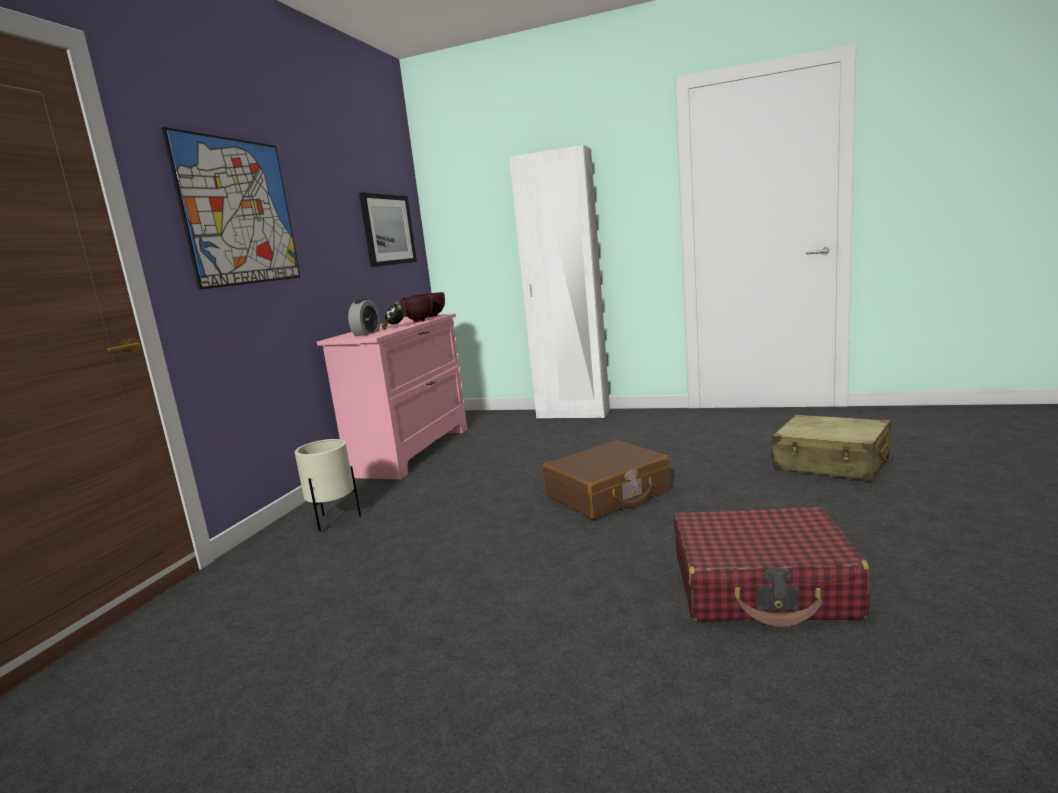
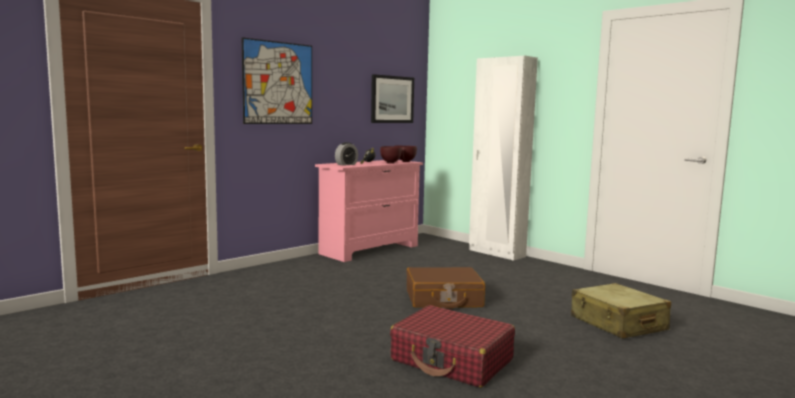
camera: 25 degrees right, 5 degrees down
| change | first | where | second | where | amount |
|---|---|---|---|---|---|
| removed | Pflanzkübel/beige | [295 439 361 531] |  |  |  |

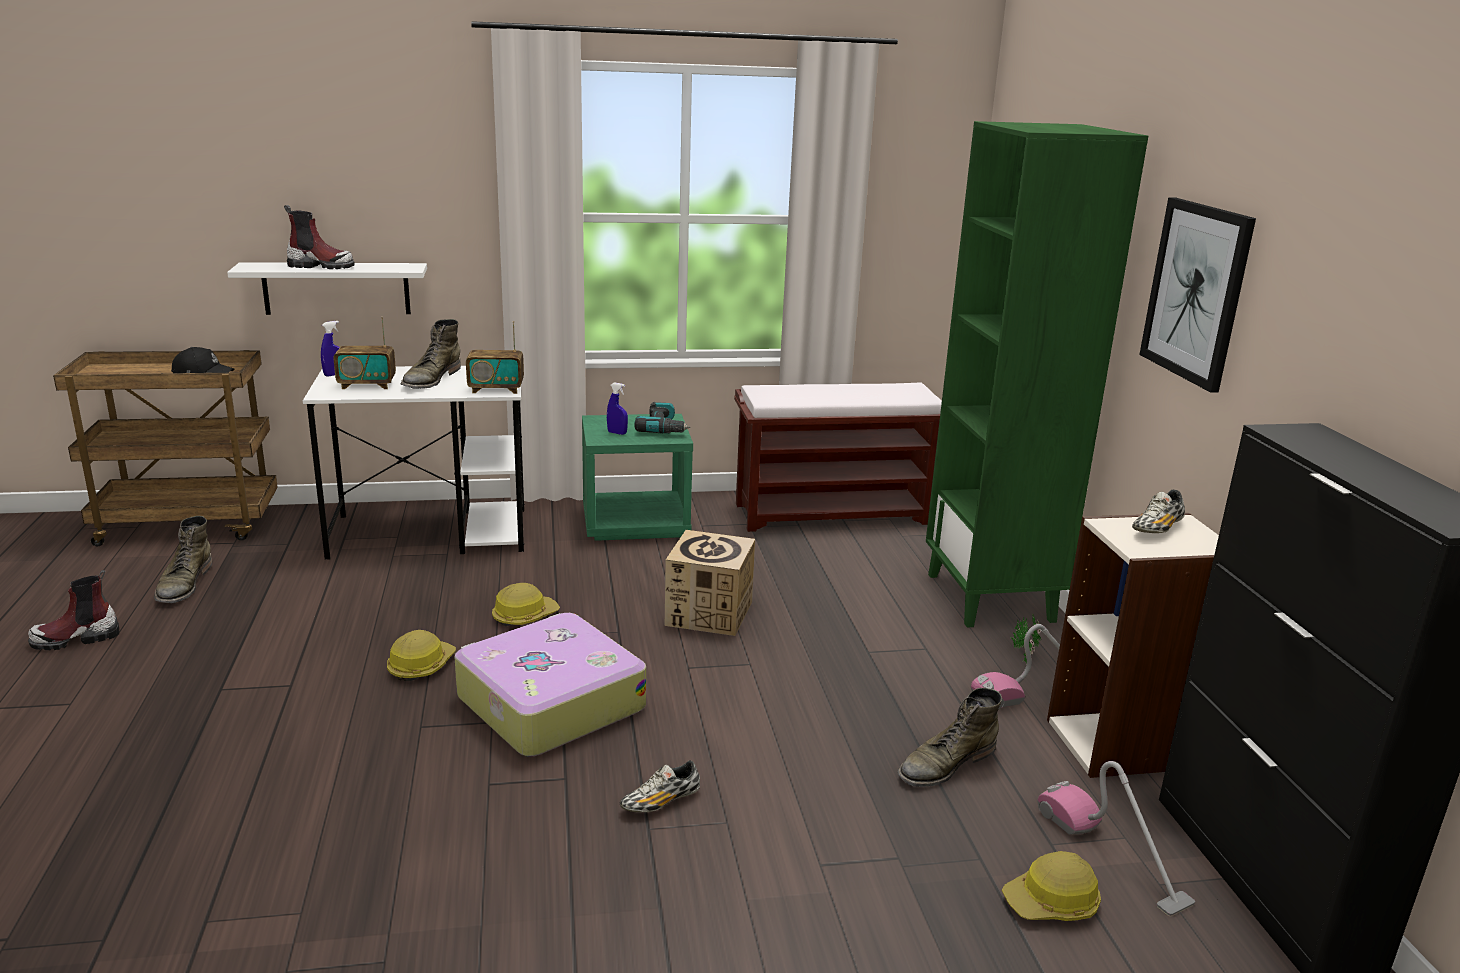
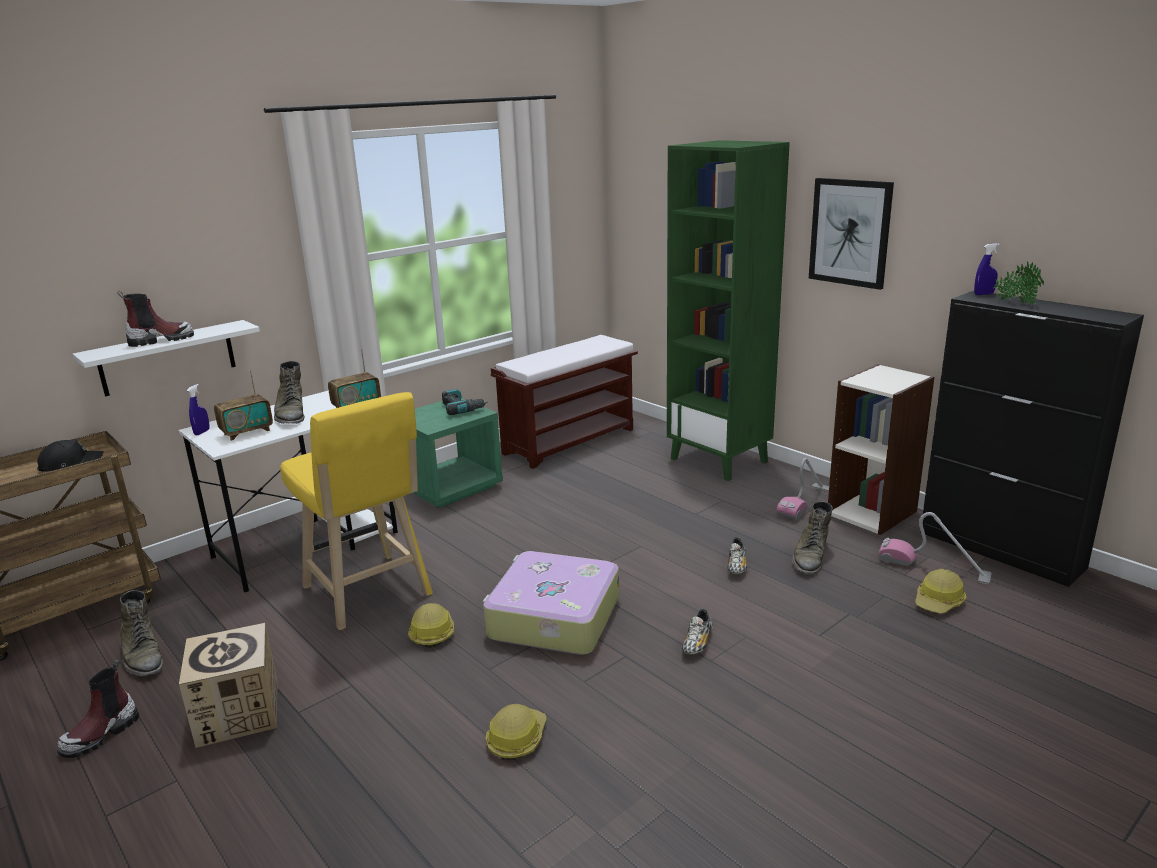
camera: 30 degrees left, 0 degrees up
| change | first | where | second | where | amount |
|---|---|---|---|---|---|
| moved | Karton | [665 530 755 636] |  | [179 623 278 748] |  |
| added |  |  | Hocker/gelb | [280 392 433 630] |  |
| moved | Schutzhelm | [492 583 560 626] |  | [486 704 547 760] |  |
| moved | Schuh | [1132 490 1185 533] |  | [728 537 747 575] |  |
| moved | Sprühflasche/blau | [607 383 628 435] |  | [974 243 1000 295] |  |
| moved | Topfpflanze | [1010 614 1041 664] |  | [994 262 1044 305] |  |

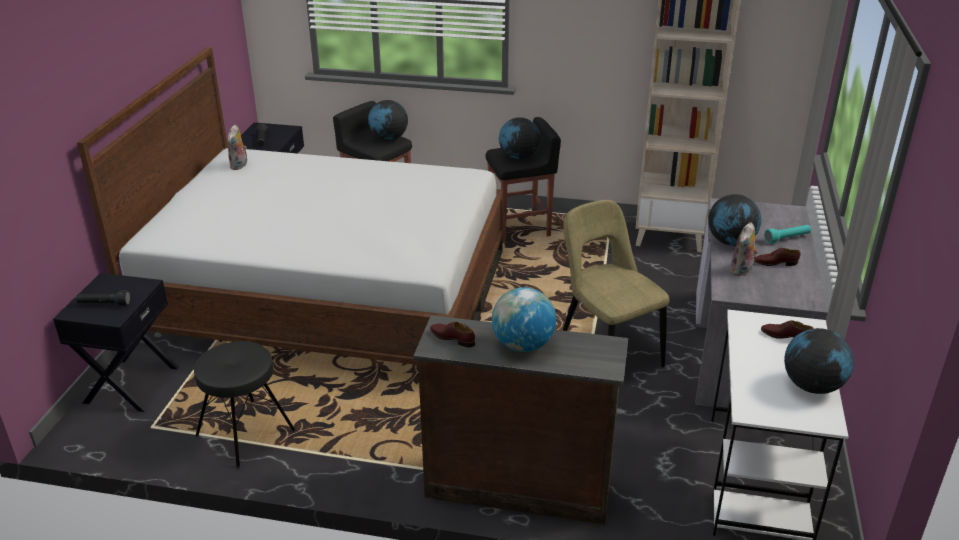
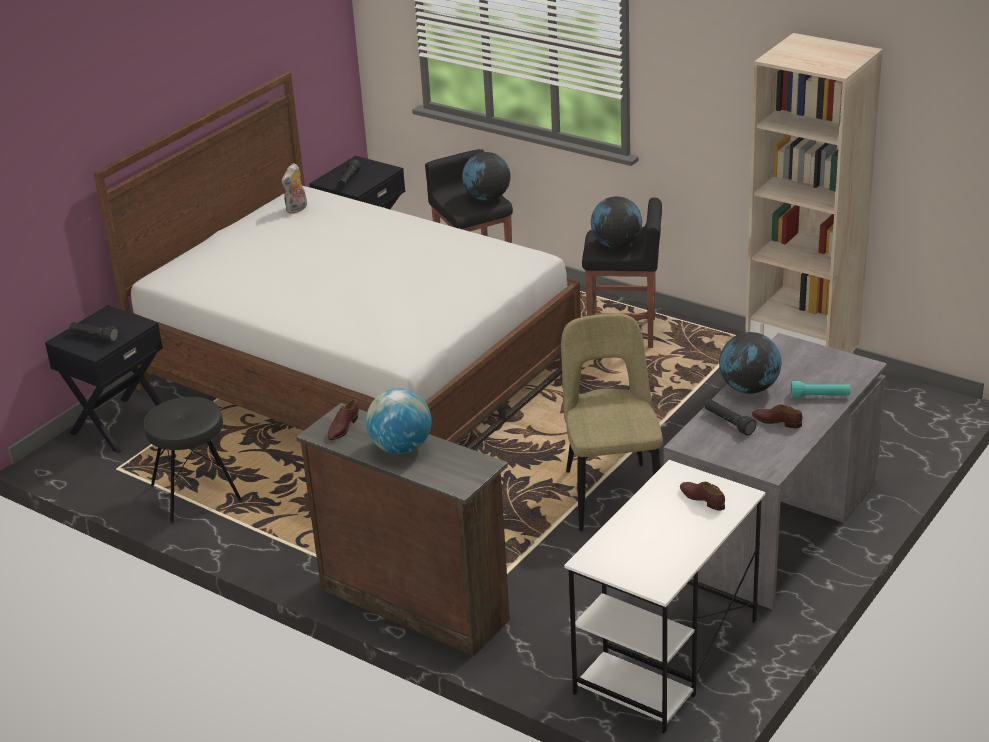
camera: 25 degrees right, 0 degrees up
| change | first | where | second | where | amount |
|---|---|---|---|---|---|
| turned | Schuh/braun | [430 321 475 347] |  | [328 399 359 440] | 120 degrees counterclockwise |
| replaced | Plüschtier | [730 222 758 276] | Taschenlampe/schwarz | [704 399 756 436] |  |
| removed | Globus | [784 328 854 394] |  |  |  |

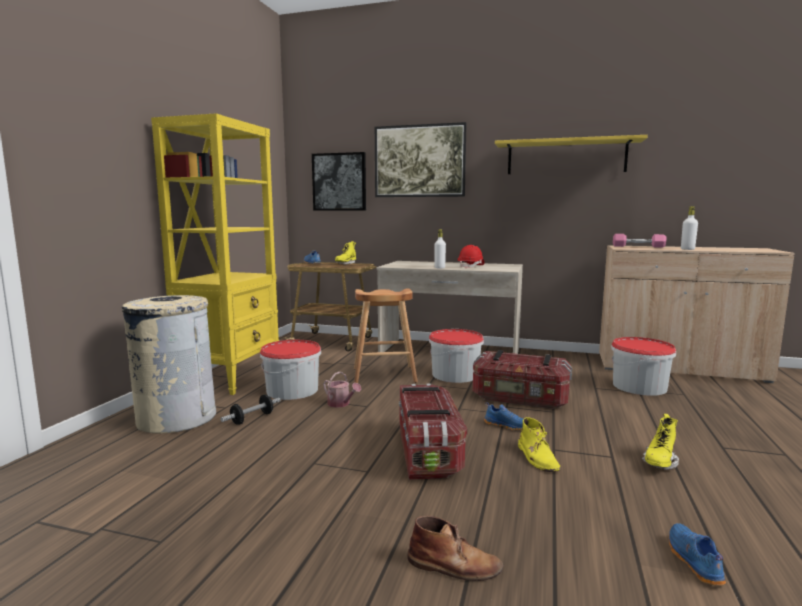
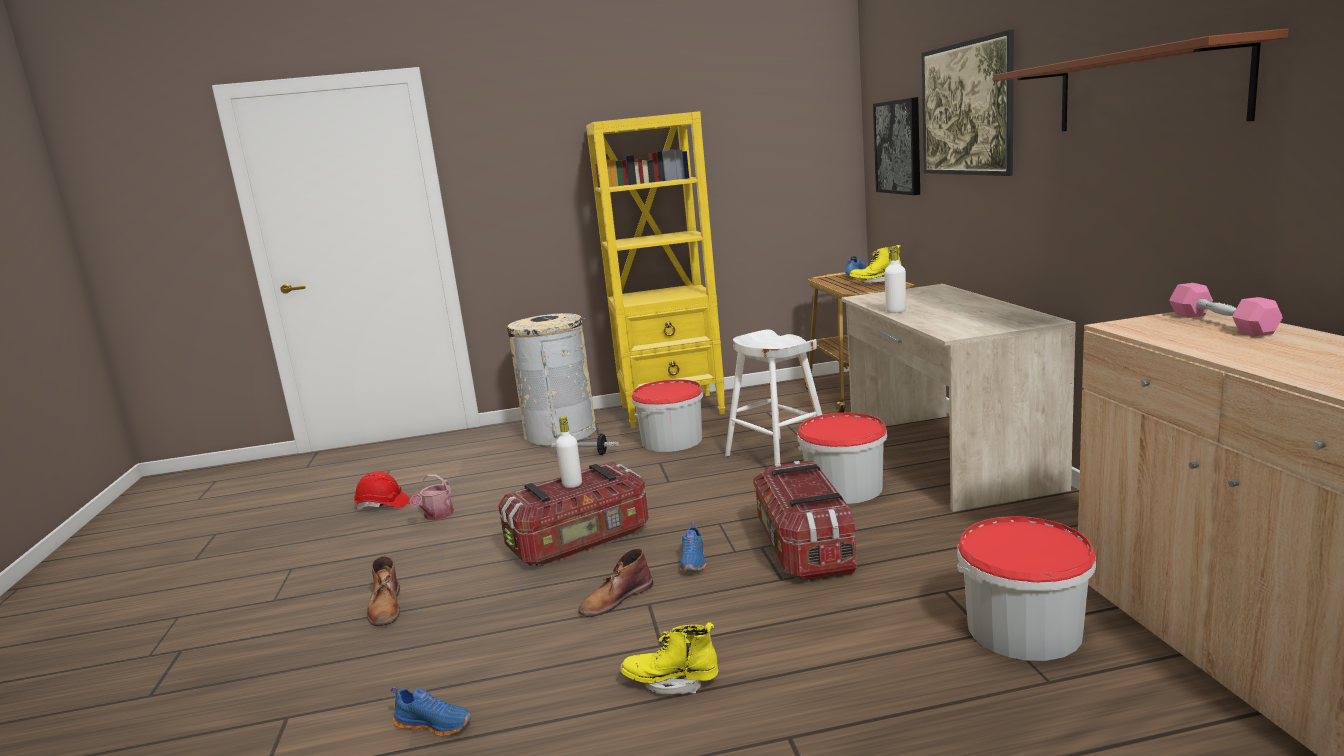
camera: 65 degrees right, 5 degrees up
| change | first | where | second | where | amount |
|---|---|---|---|---|---|
| moved | Schutzhelm/rot | [458 245 485 269] |  | [354 471 410 510] |  |
| turned | Schuh/blau | [668 523 726 586] |  | [391 686 472 736] | 45 degrees clockwise |
| moved | Gießkanne | [323 371 361 408] |  | [410 475 454 520] |  |
| moved | Flasche/weiß | [681 206 698 250] |  | [556 416 582 488] |  |
| recoloured | Stiefel/gelb | [518 417 561 472] | Stiefel/braun | [578 548 653 617] |  |
| recoloured | Hocker/braun | [354 288 418 383] | Hocker/weiß | [725 329 822 464] |  |
| recoloured | Wandregal/gelb | [495 135 648 174] | Wandregal/braun | [993 28 1289 131] |  |

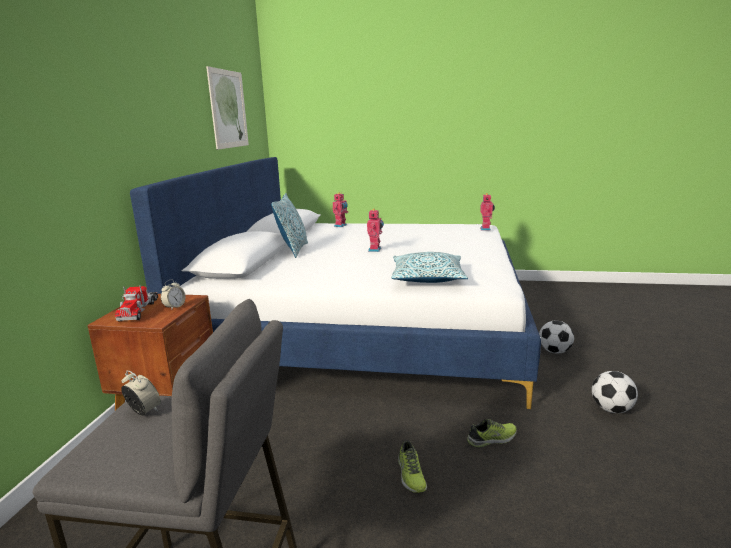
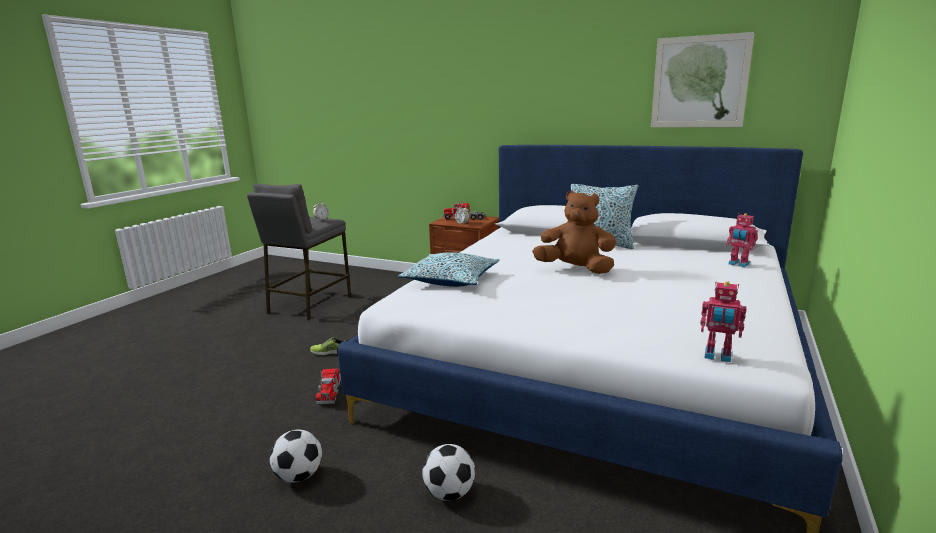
camera: 105 degrees right, 0 degrees up
| change | first | where | second | where | amount |
|---|---|---|---|---|---|
| replaced | Schuh | [467 419 517 448] | Spielzeuglaster | [316 369 341 404] |  |
| replaced | Spielzeugroboter | [367 208 384 252] | Plüschtier/braun | [532 190 617 274] |  |

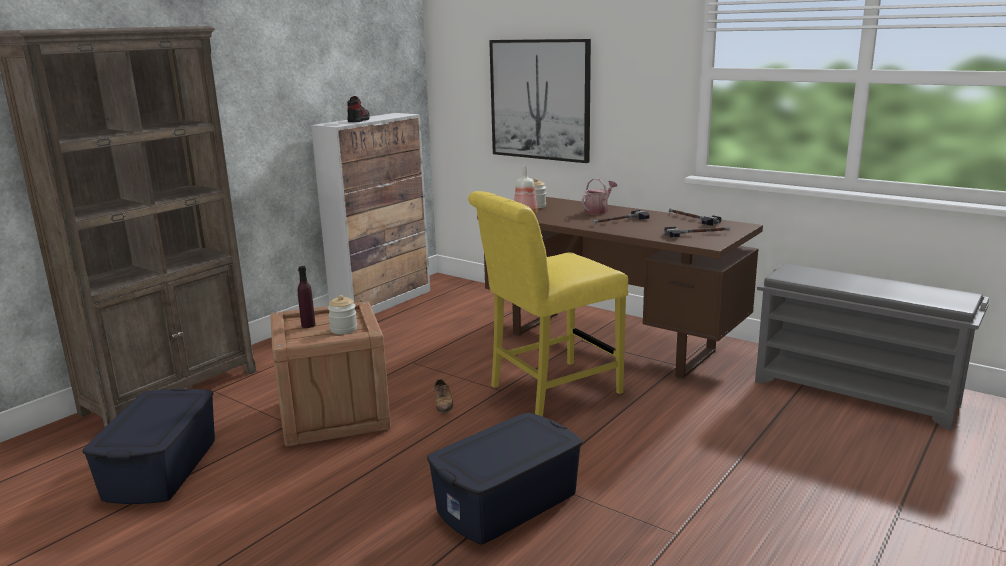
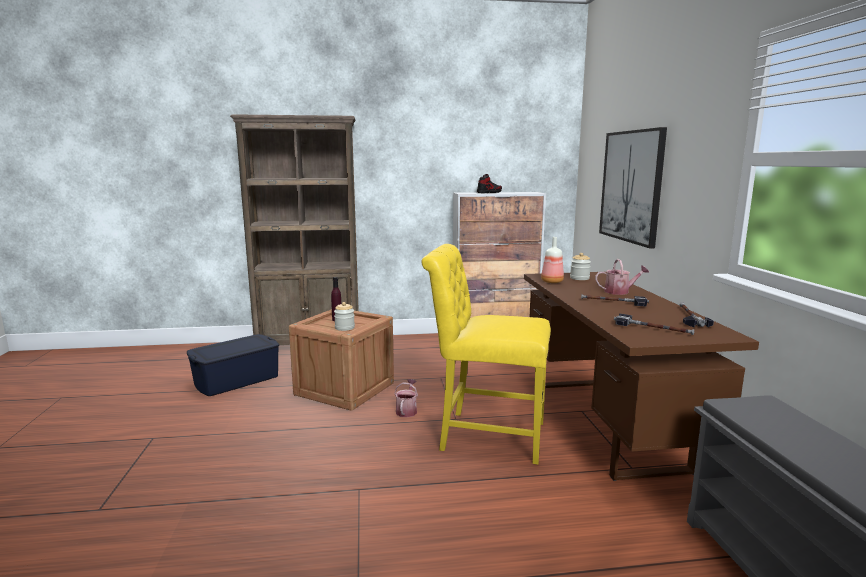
camera: 45 degrees right, 5 degrees down
| change | first | where | second | where | amount |
|---|---|---|---|---|---|
| replaced | Schuh | [434 379 453 413] | Gießkanne | [394 379 418 417] |  |
| removed | Aufbewahrungsbox/blau | [427 413 582 545] |  |  |  |

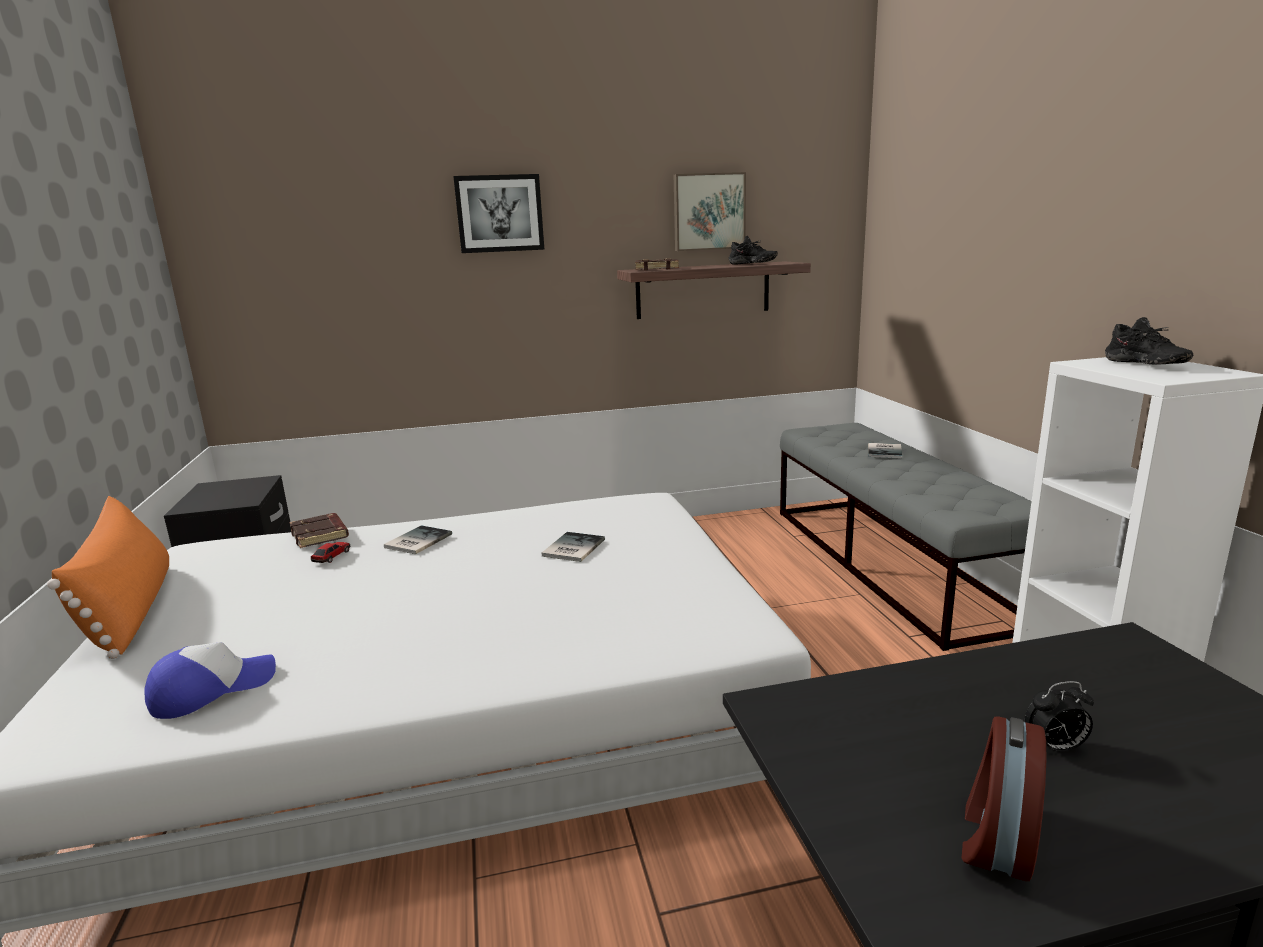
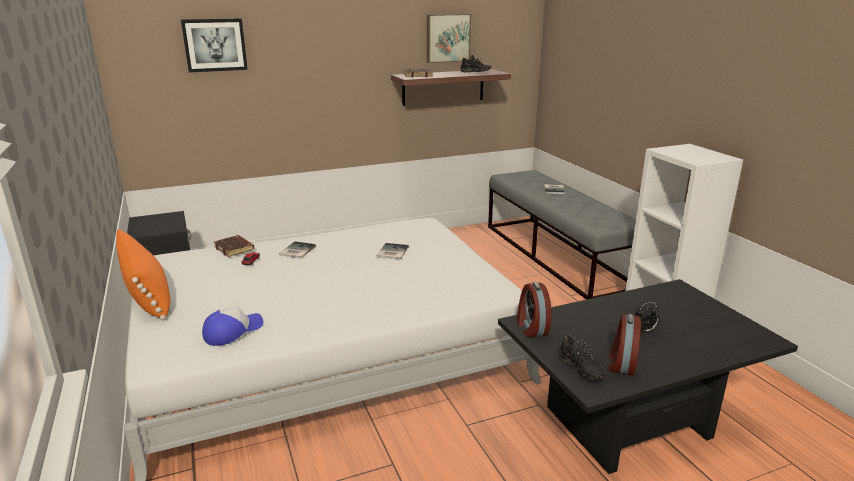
camera: 10 degrees left, 5 degrees up
| change | first | where | second | where | amount |
|---|---|---|---|---|---|
| moved | Bild | [453 174 544 253] |  | [181 19 248 72] |  |
| added |  |  | Wecker | [517 282 552 337] |  |
| moved | Schuh/schwarz | [1105 317 1193 365] |  | [559 335 605 380] |  |

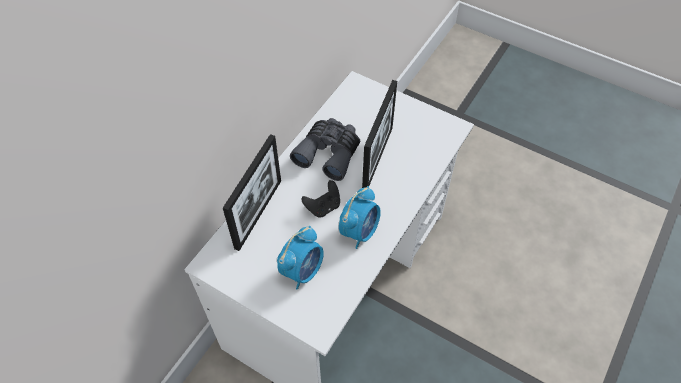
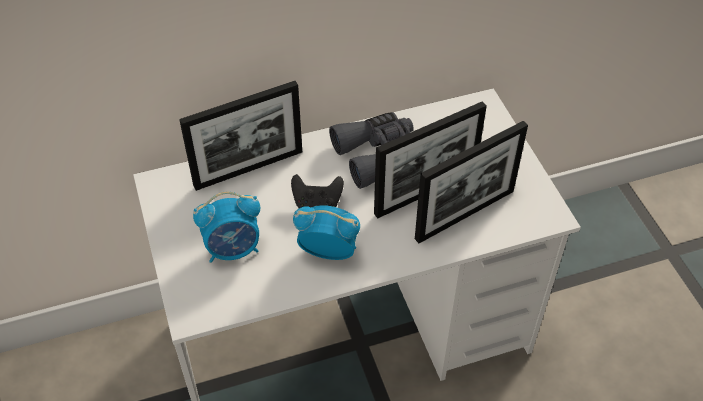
camera: 40 degrees right, 5 degrees down
| change | first | where | second | where | amount |
|---|---|---|---|---|---|
| turned | Wecker | [339 186 381 249] |  | [293 205 360 260] | 150 degrees counterclockwise |
| added |  |  | Bilderrahmen | [415 121 528 243] |  |

